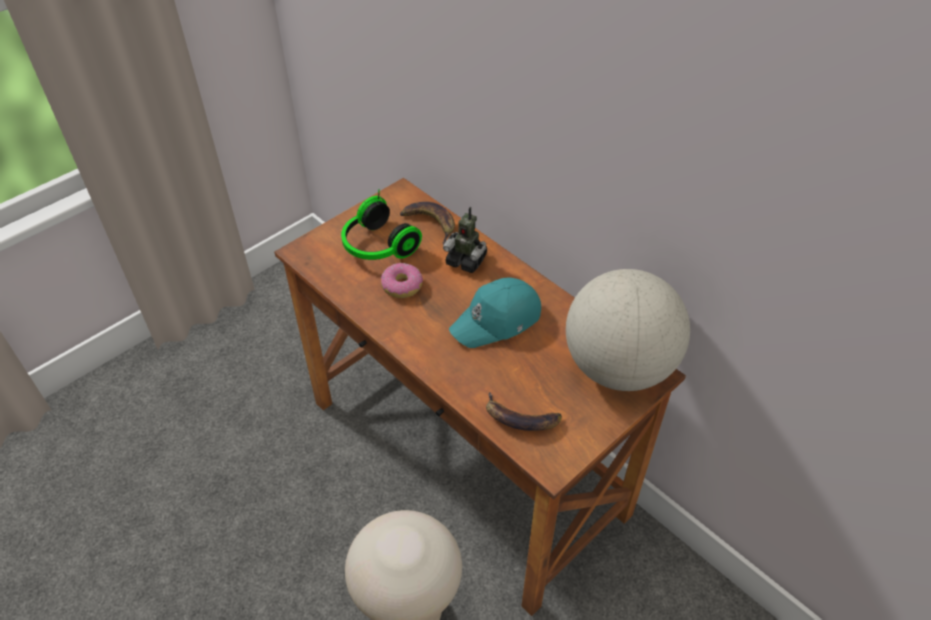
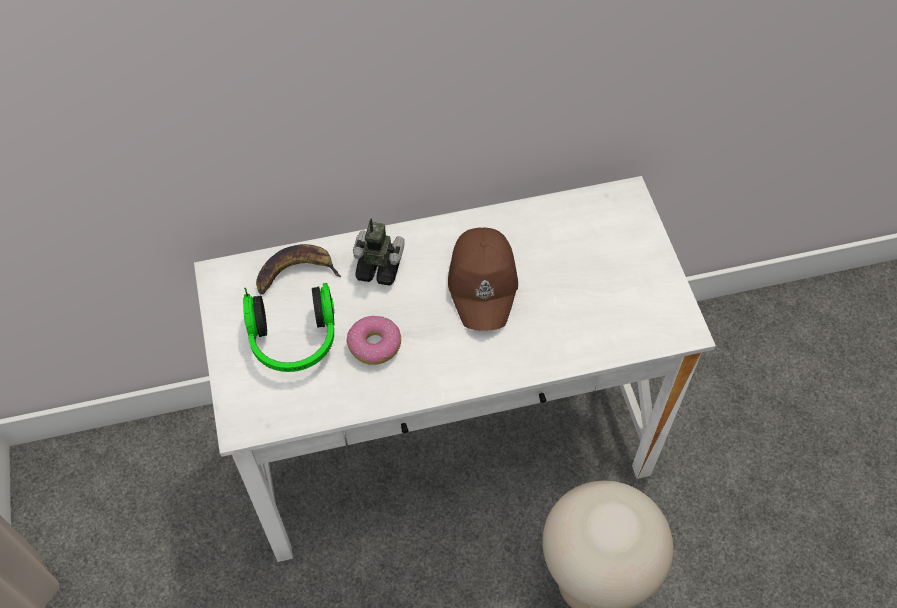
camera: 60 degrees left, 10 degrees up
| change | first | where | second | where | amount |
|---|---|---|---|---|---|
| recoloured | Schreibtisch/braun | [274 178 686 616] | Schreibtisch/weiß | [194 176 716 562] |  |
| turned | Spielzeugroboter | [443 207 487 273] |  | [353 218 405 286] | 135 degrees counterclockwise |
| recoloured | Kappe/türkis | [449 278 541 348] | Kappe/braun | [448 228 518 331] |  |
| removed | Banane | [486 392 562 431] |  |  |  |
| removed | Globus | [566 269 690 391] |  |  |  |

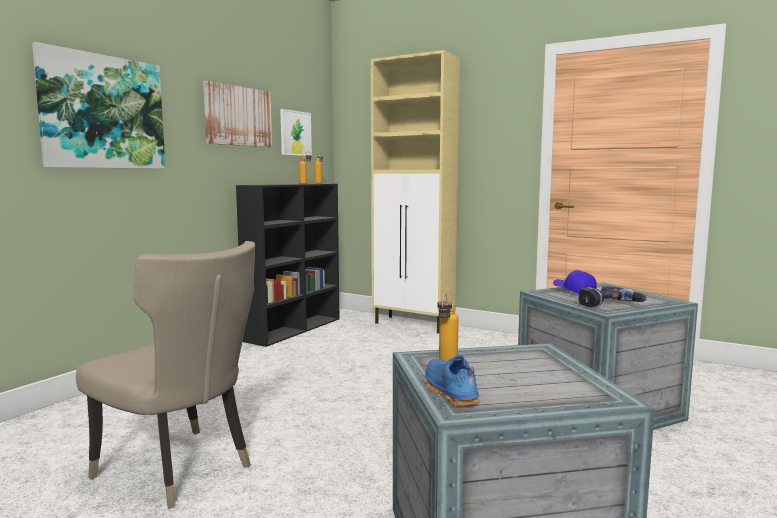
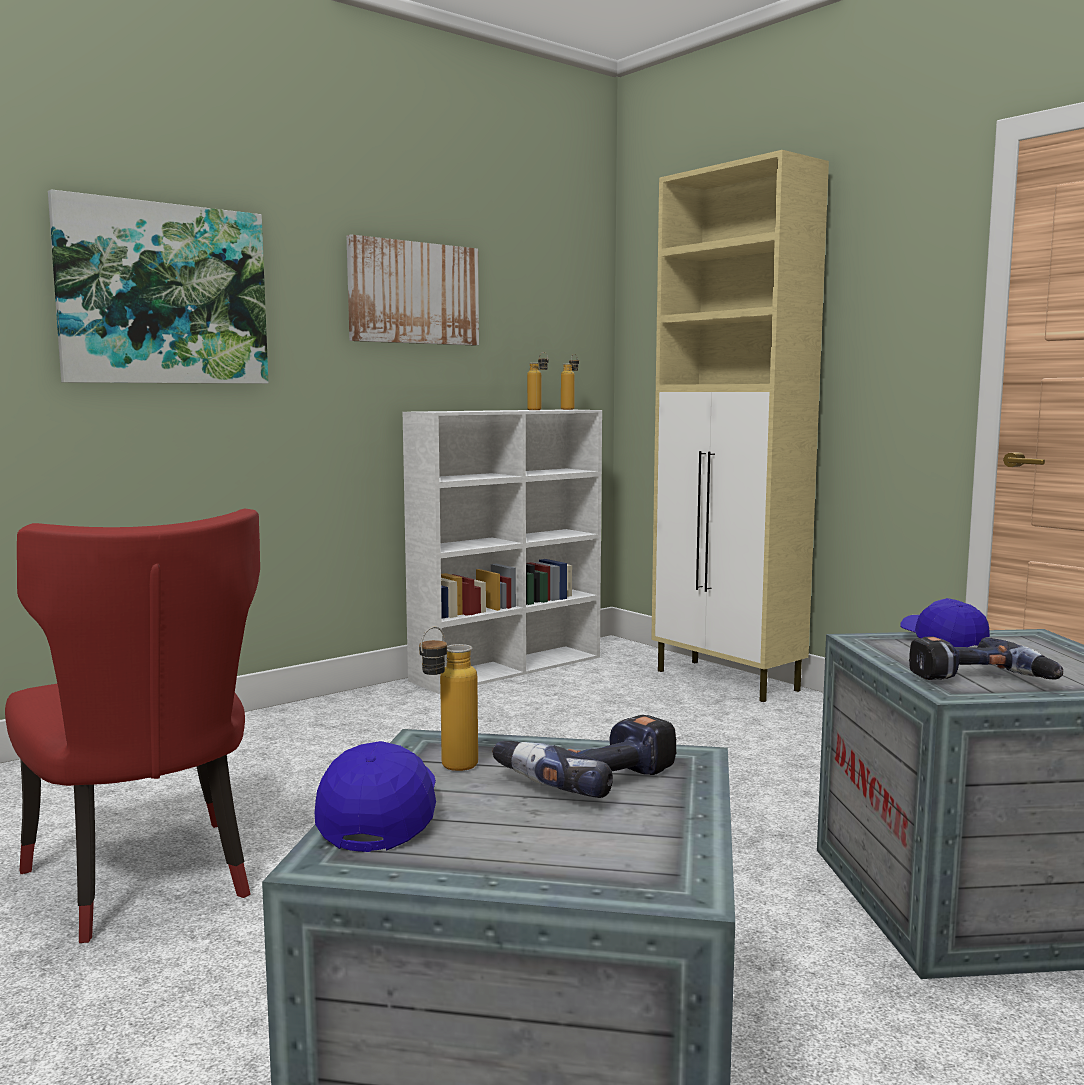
camera: 20 degrees right, 0 degrees up
| change | first | where | second | where | amount |
|---|---|---|---|---|---|
| recoloured | Stuhl/beige | [76 241 255 509] | Stuhl/rot | [5 509 260 943] |  |
| replaced | Schuh/blau | [425 355 480 406] | Kappe/blau | [315 741 436 852] |  |
| recoloured | Bücherregal/schwarz | [236 184 339 347] | Bücherregal/weiß | [403 410 602 694] |  |
| added |  |  | Bohrmaschine | [492 715 677 798] |  |
| removed | Bild | [280 109 312 156] |  |  |  |

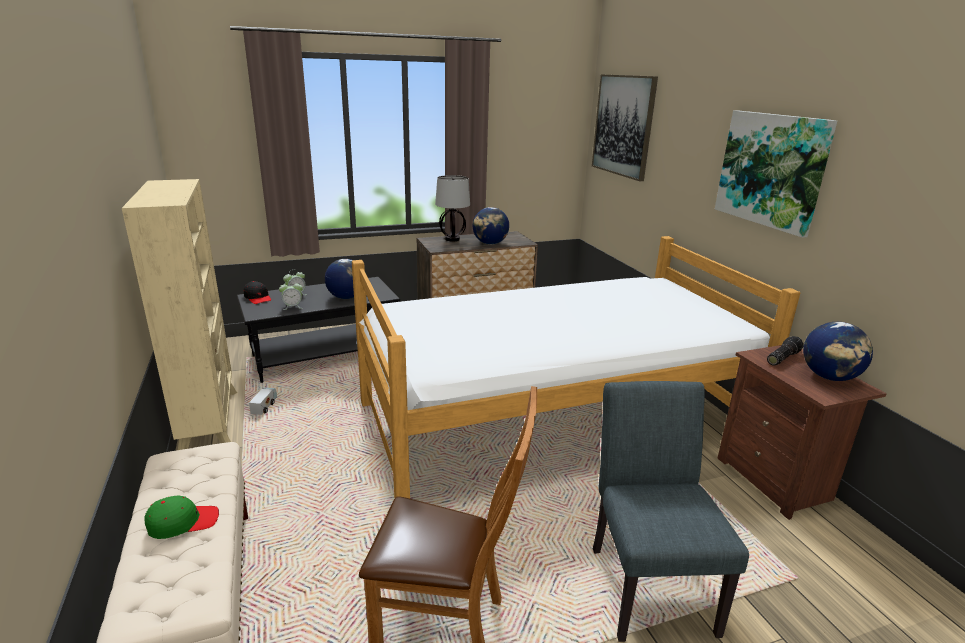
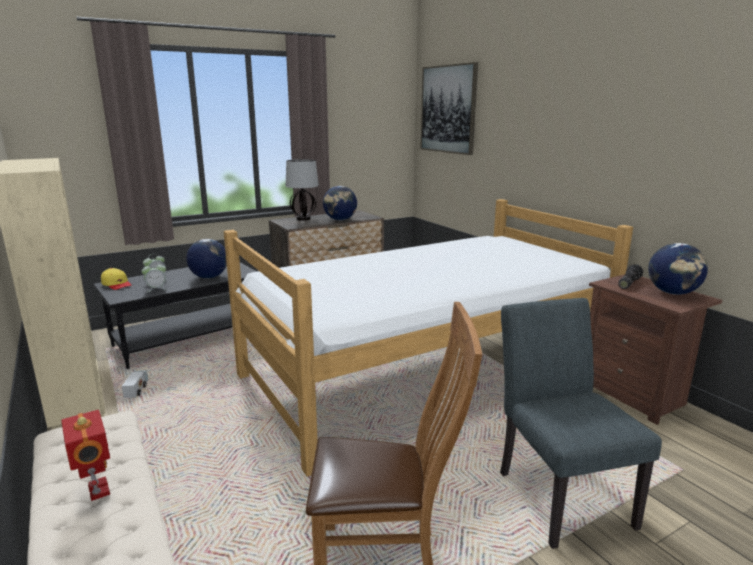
camera: 10 degrees left, 5 degrees down
| change | first | where | second | where | amount |
|---|---|---|---|---|---|
| replaced | Kappe/grün | [144 495 219 539] | Spielzeugroboter | [61 410 110 501] |  |
| recoloured | Kappe/schwarz | [243 281 271 304] | Kappe/gelb | [101 268 132 290] |  |
| removed | Bild | [715 110 837 238] |  |  |  |

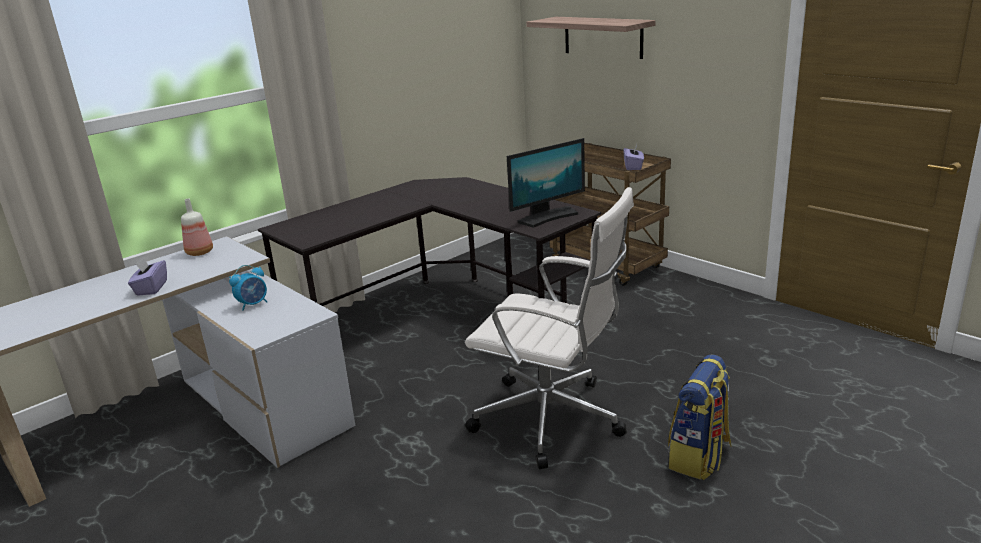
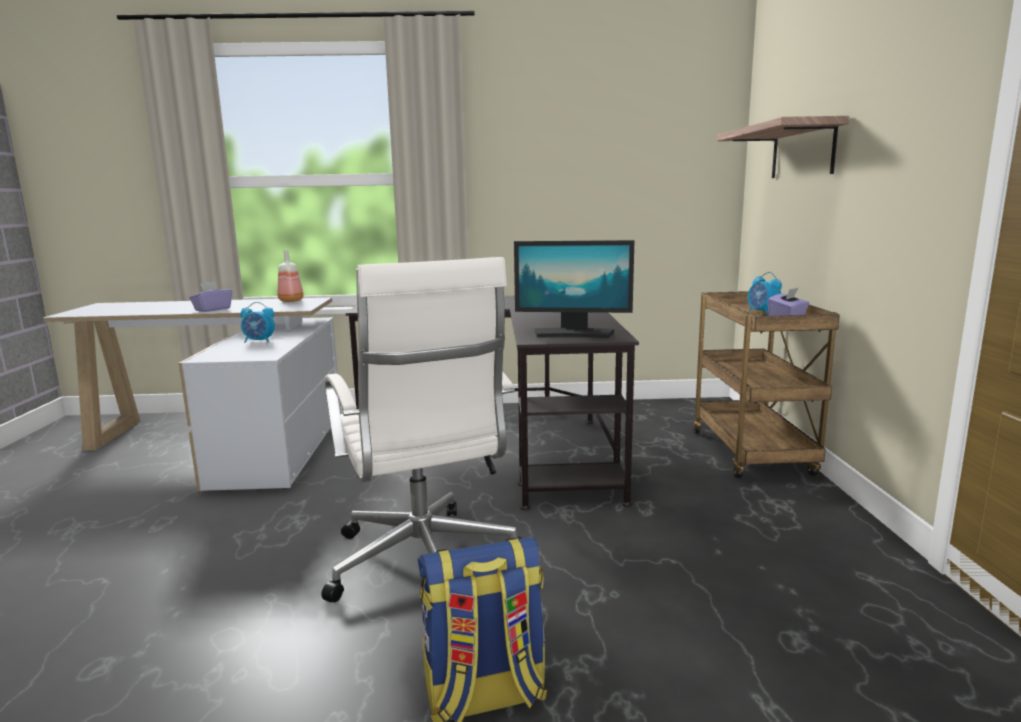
camera: 40 degrees right, 10 degrees down
| change | first | where | second | where | amount |
|---|---|---|---|---|---|
| added |  |  | Wecker | [748 272 782 315] |  |

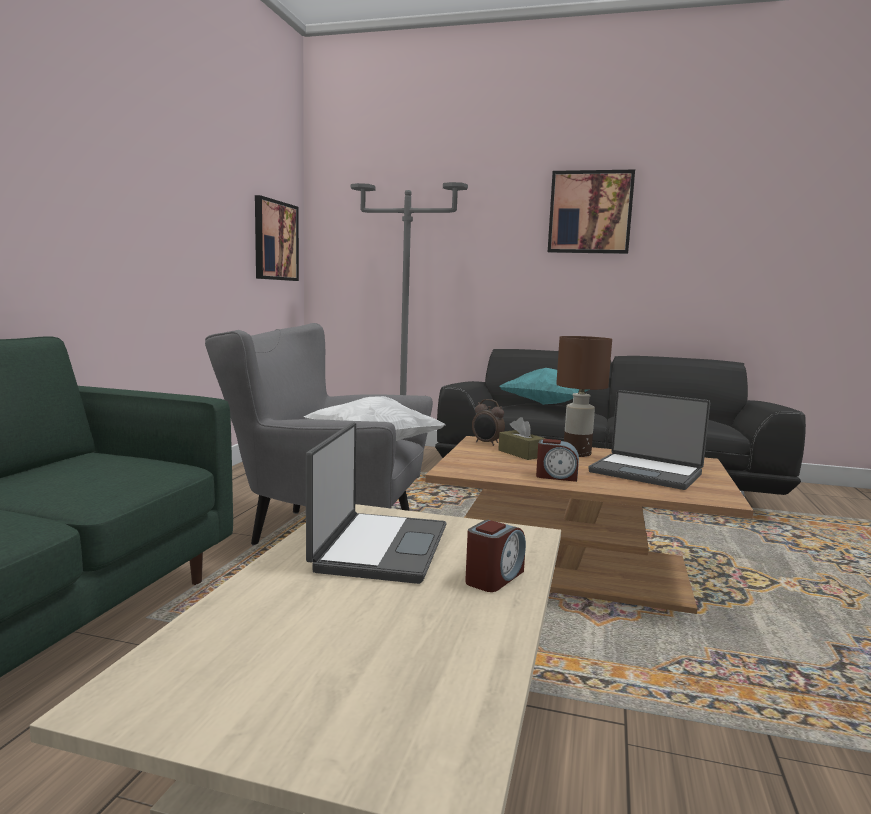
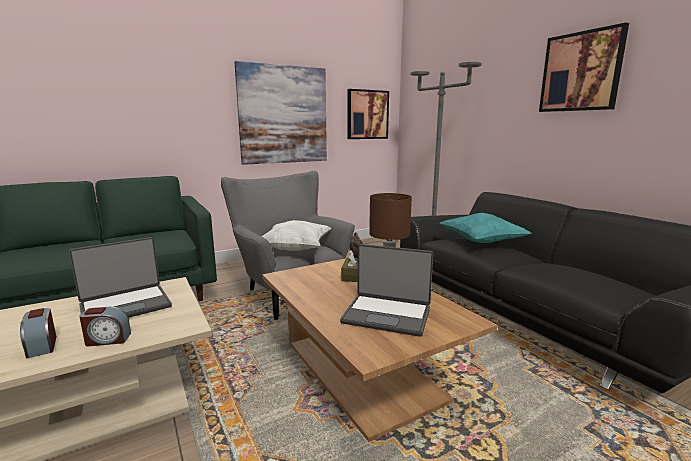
camera: 45 degrees right, 5 degrees up
| change | first | where | second | where | amount |
|---|---|---|---|---|---|
| moved | Wecker | [536 439 579 482] |  | [20 308 56 359] |  |
| added |  |  | Bild | [234 61 327 165] |  |
| turned | Laptop | [589 390 710 490] |  | [340 244 434 337] | 60 degrees counterclockwise |

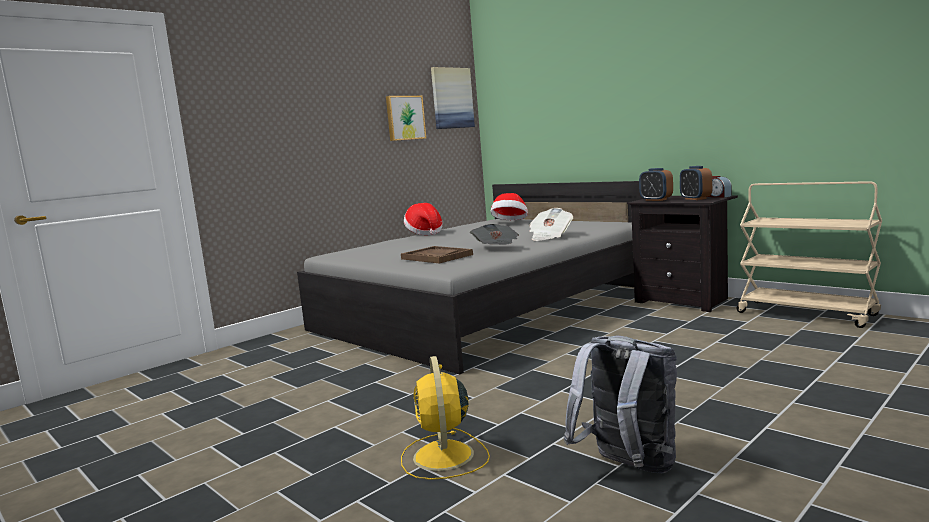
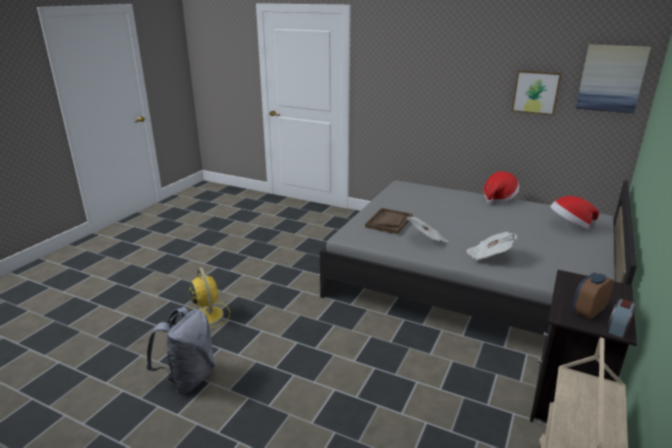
camera: 70 degrees right, 15 degrees up
| change | first | where | second | where | amount |
|---|---|---|---|---|---|
| turned | Ventilator/gelb | [401 356 490 480] |  | [188 268 230 329] | 90 degrees clockwise |
| removed | Wecker | [639 168 673 201] |  |  |  |

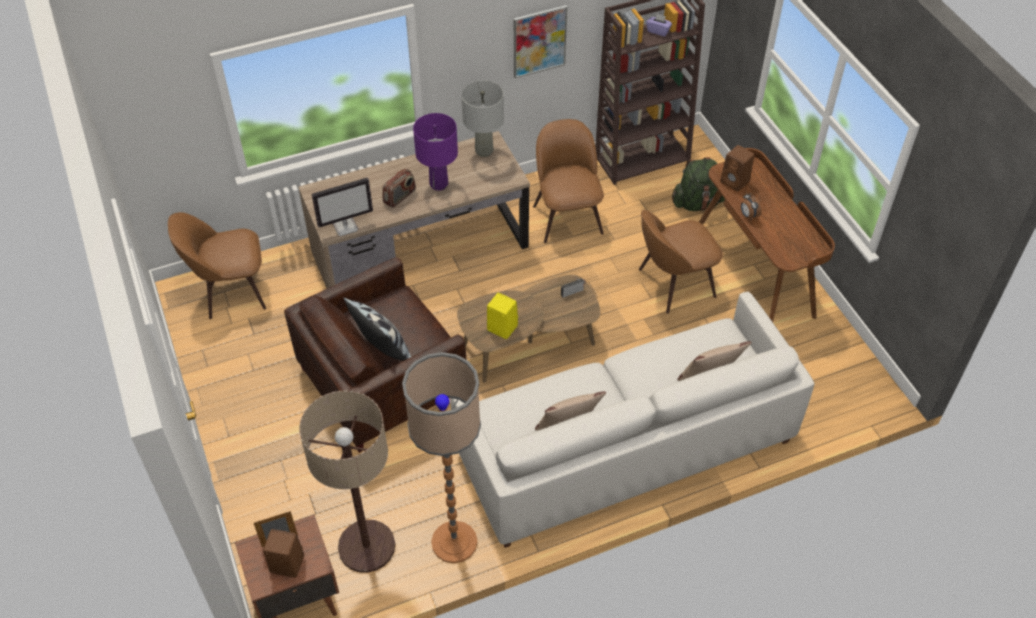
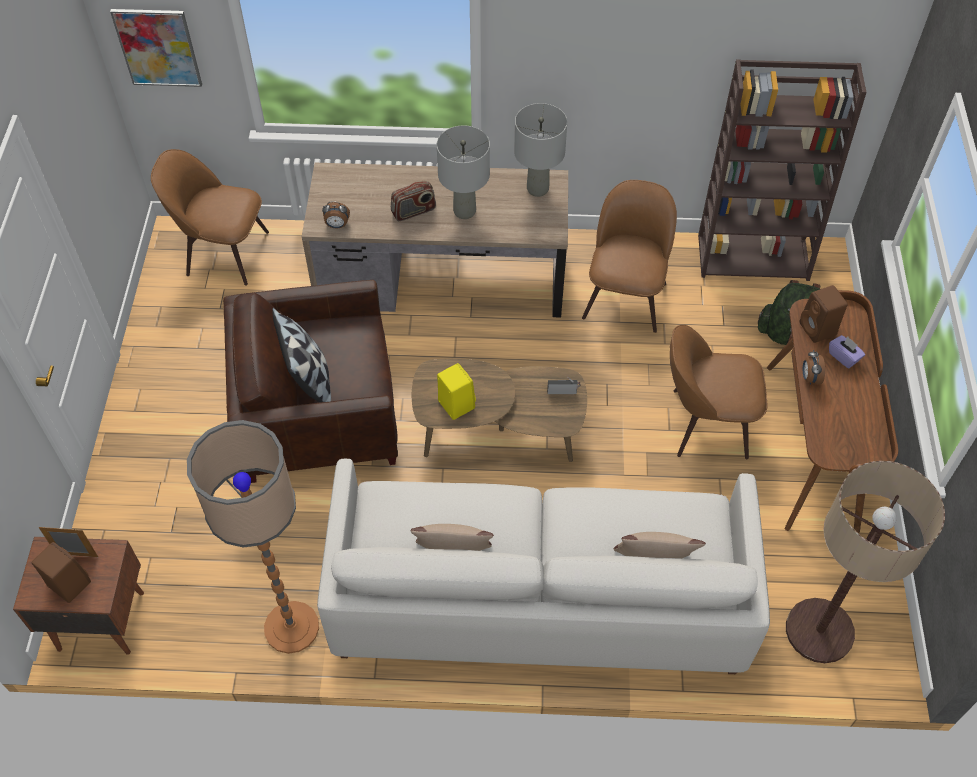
camera: 25 degrees right, 5 degrees up
| change | first | where | second | where | amount |
|---|---|---|---|---|---|
| moved | Bild | [514 5 567 78] |  | [110 9 202 87] |  |
| replaced | Monitor | [312 178 373 236] | Wecker | [322 201 350 229] |  |
| recoloured | Tischlampe/lila | [413 113 458 191] | Tischlampe/grau | [437 125 490 219] |  |
| moved | Stehlampe | [299 390 395 573] |  | [786 461 945 663] |  |
| moved | Taschentuchbox/lila | [646 14 672 36] |  | [829 335 865 368] |  |

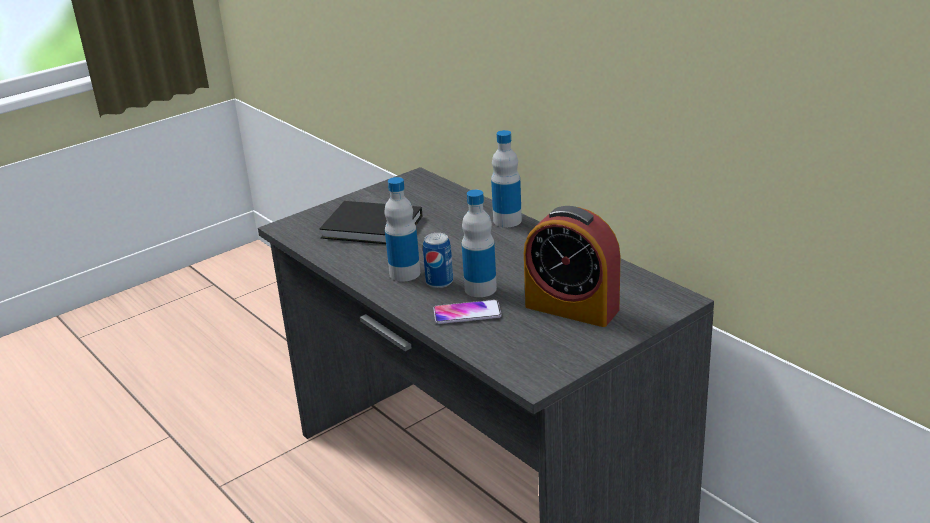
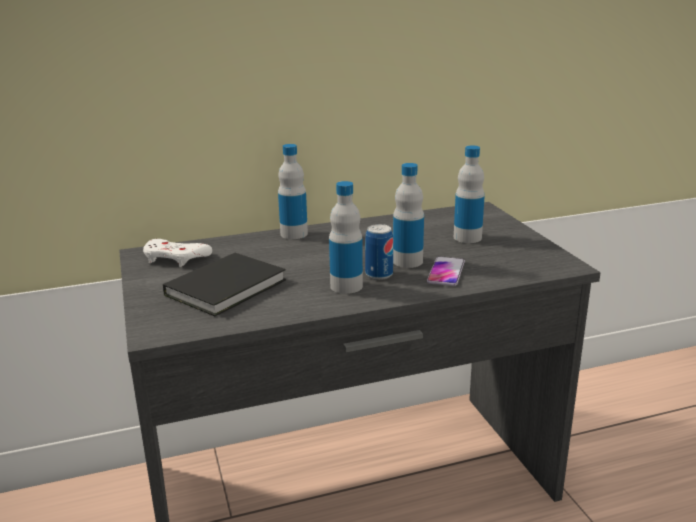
camera: 70 degrees left, 5 degrees down
| change | first | where | second | where | amount |
|---|---|---|---|---|---|
| added |  |  | Gamepad/weiß | [143 239 212 267] |  |
| replaced | Wecker | [524 206 620 327] | Flasche | [454 145 485 243] |  |

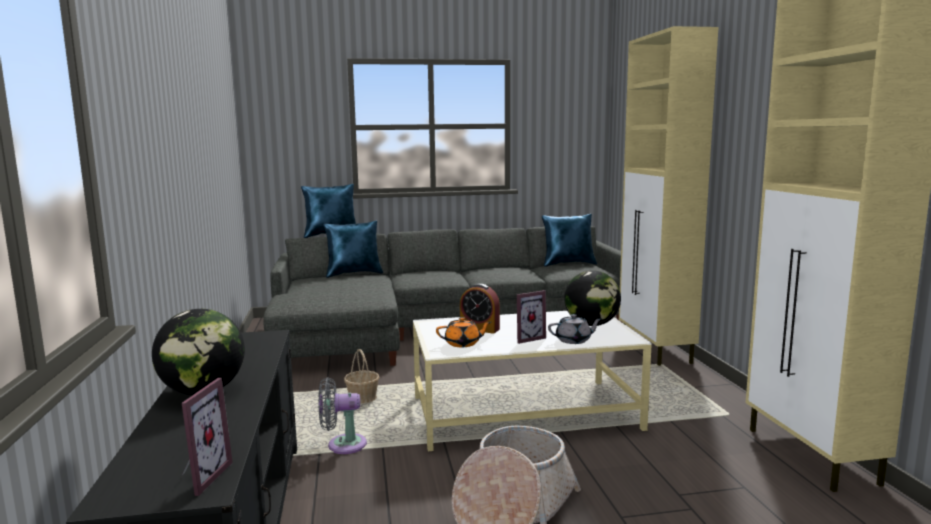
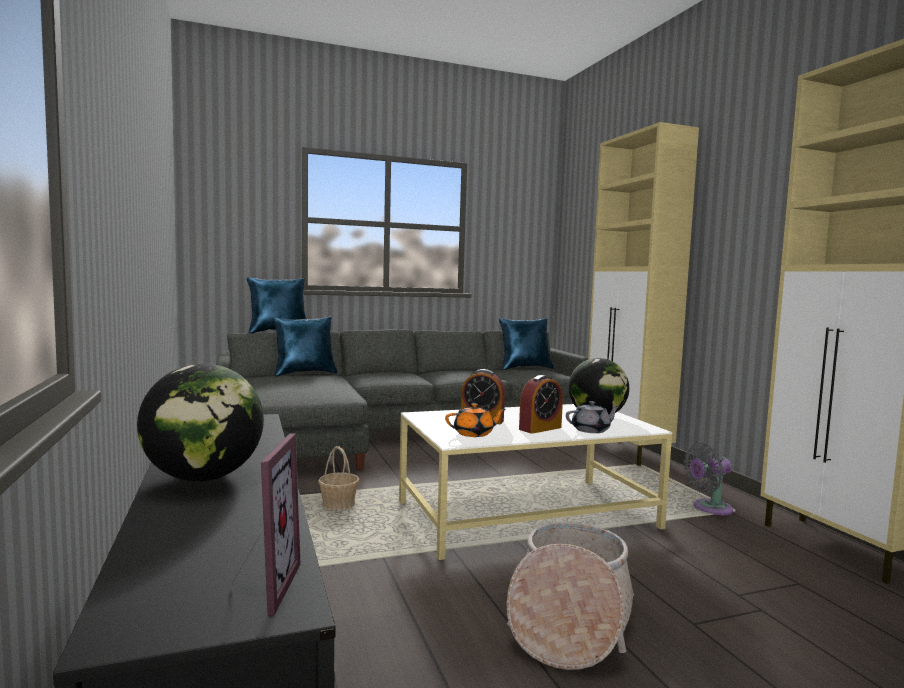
camera: 10 degrees left, 5 degrees down
| change | first | where | second | where | amount |
|---|---|---|---|---|---|
| replaced | Bilderrahmen | [517 290 546 344] | Wecker | [519 375 563 434] |  |
| moved | Ventilator/grau | [318 378 367 454] |  | [684 443 733 515] |  |

